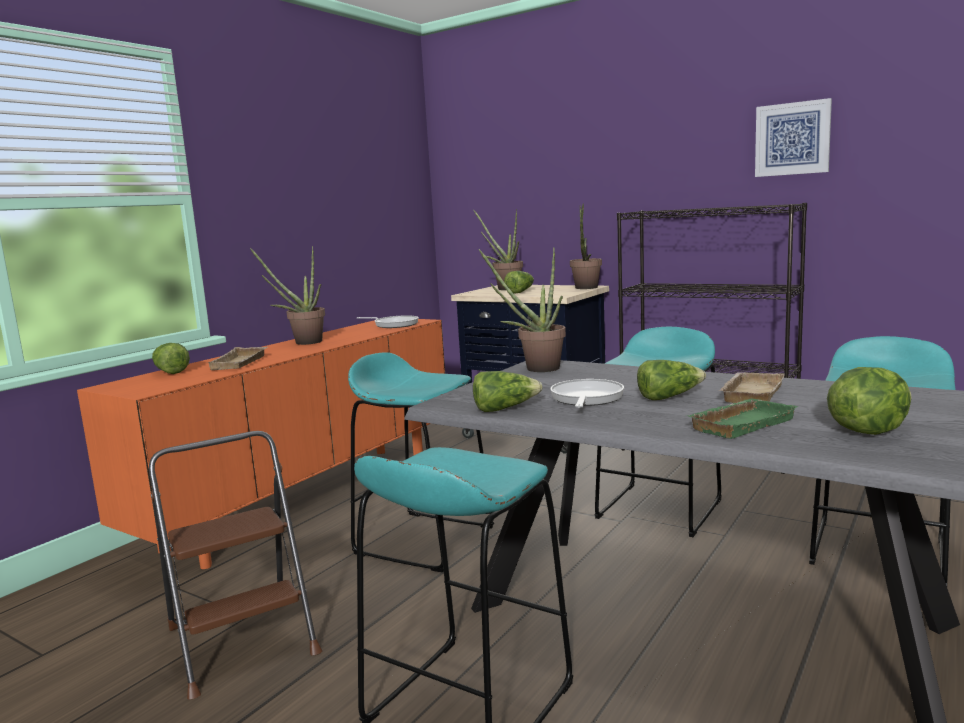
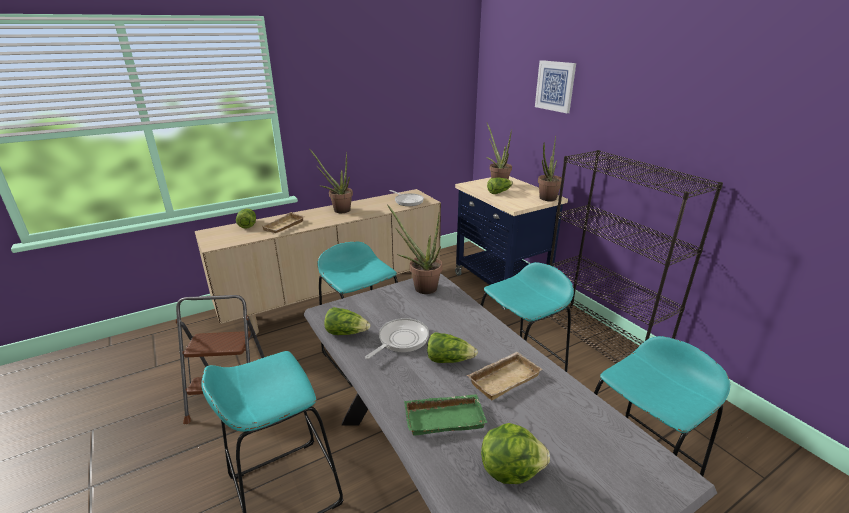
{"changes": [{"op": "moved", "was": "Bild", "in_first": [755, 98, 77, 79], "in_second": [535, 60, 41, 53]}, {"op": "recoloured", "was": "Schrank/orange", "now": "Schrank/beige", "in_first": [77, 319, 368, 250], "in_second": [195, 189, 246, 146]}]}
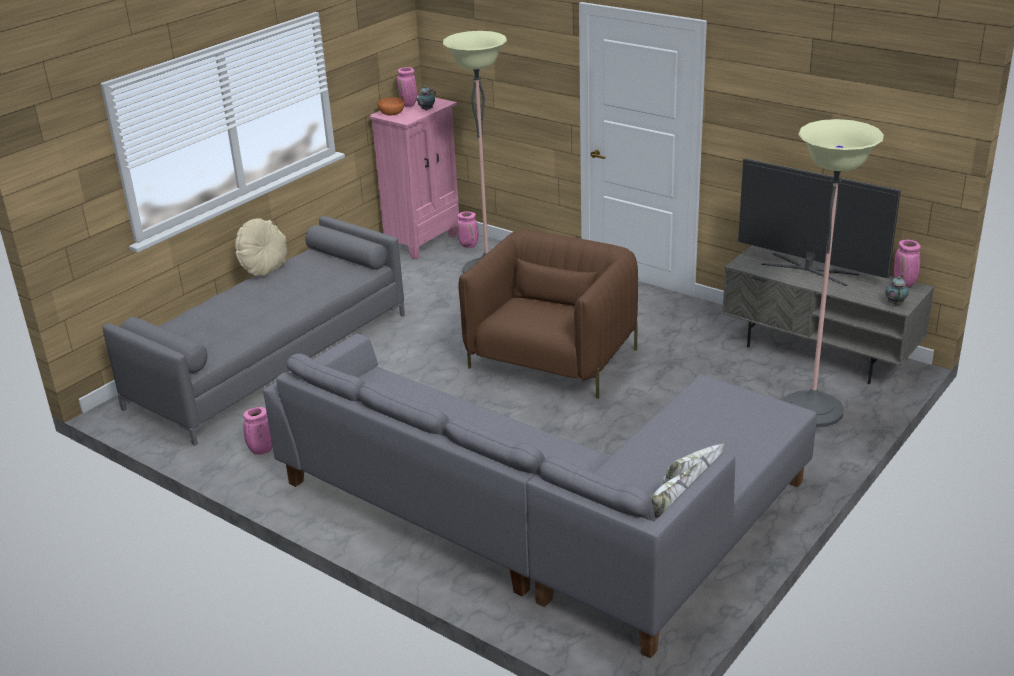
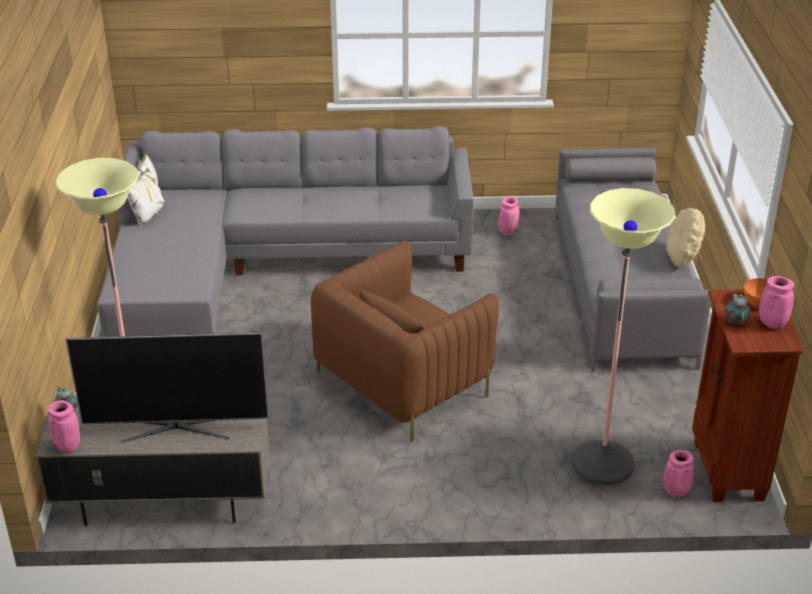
{"changes": [{"op": "recoloured", "was": "Schrank/rosa", "now": "Schrank/braun", "in_first": [370, 95, 89, 164], "in_second": [692, 289, 112, 213]}, {"op": "turned", "was": "Sessel/braun", "in_first": [458, 229, 180, 170], "in_second": [311, 241, 188, 201], "clockwise": 60}]}
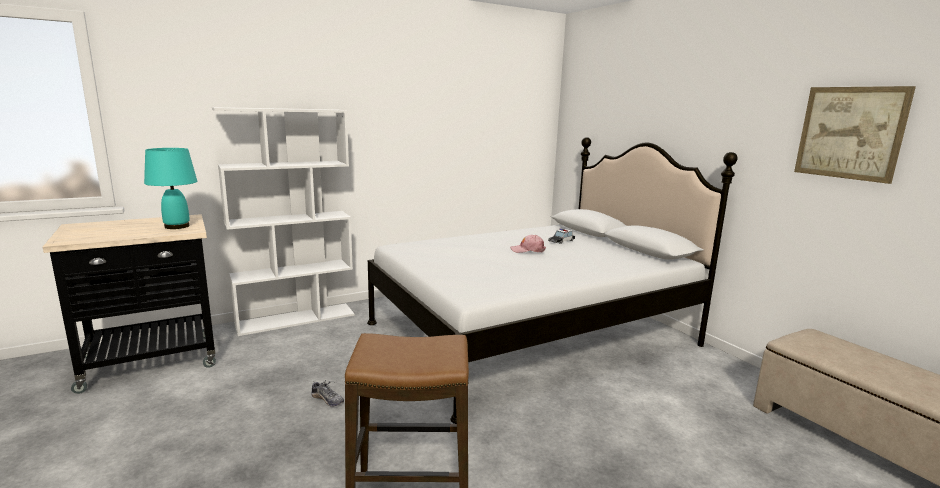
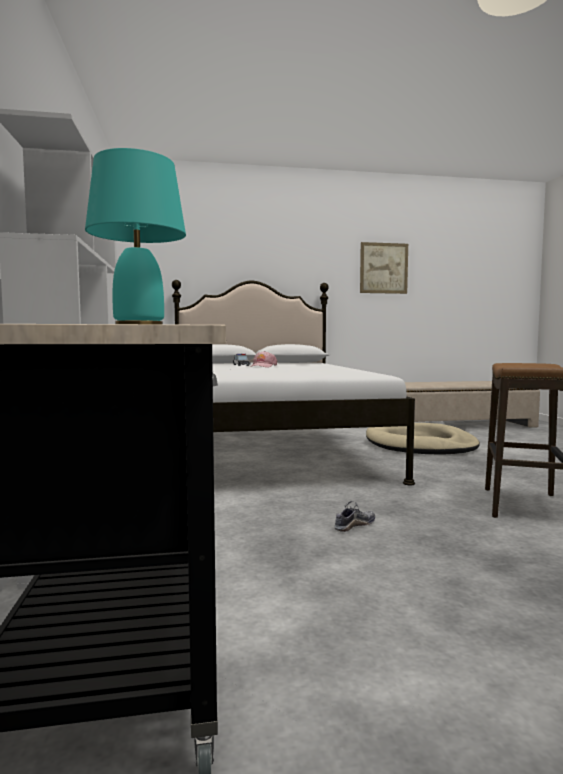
{"changes": [{"op": "added", "now": "Hundebett/beige", "in_second": [366, 423, 114, 32]}]}
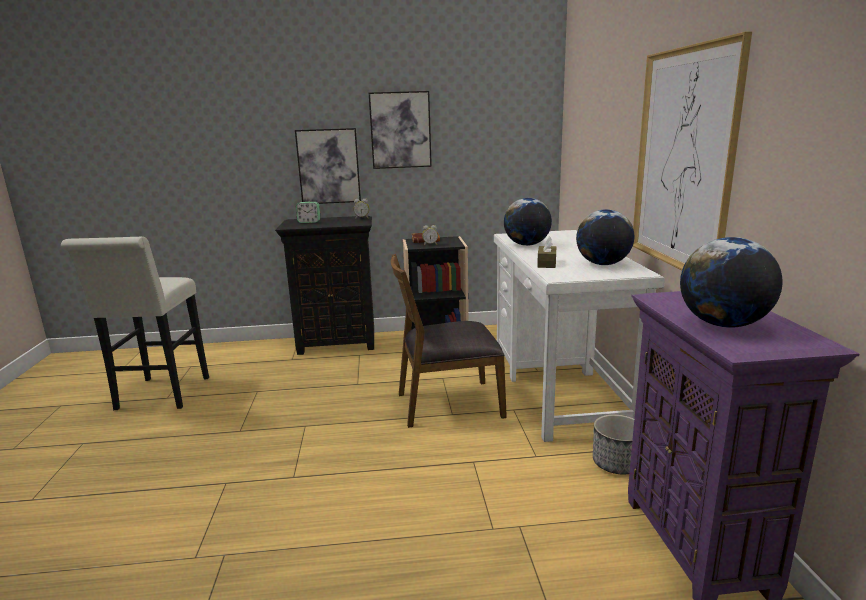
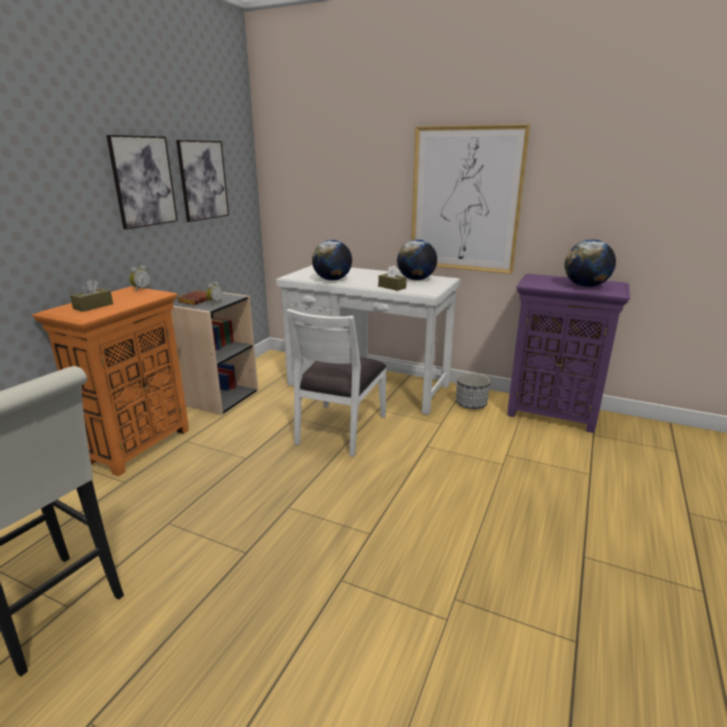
{"changes": [{"op": "moved", "was": "Bild", "in_first": [295, 128, 66, 76], "in_second": [176, 140, 53, 82]}, {"op": "replaced", "was": "Wecker", "now": "Taschentuchbox/braun", "in_first": [296, 202, 24, 21], "in_second": [70, 279, 43, 33]}, {"op": "recoloured", "was": "Schrank/schwarz", "now": "Schrank/orange", "in_first": [275, 216, 99, 139], "in_second": [32, 286, 156, 190]}, {"op": "recoloured", "was": "Stuhl/braun", "now": "Stuhl/weiß", "in_first": [391, 254, 116, 174], "in_second": [287, 309, 100, 148]}]}
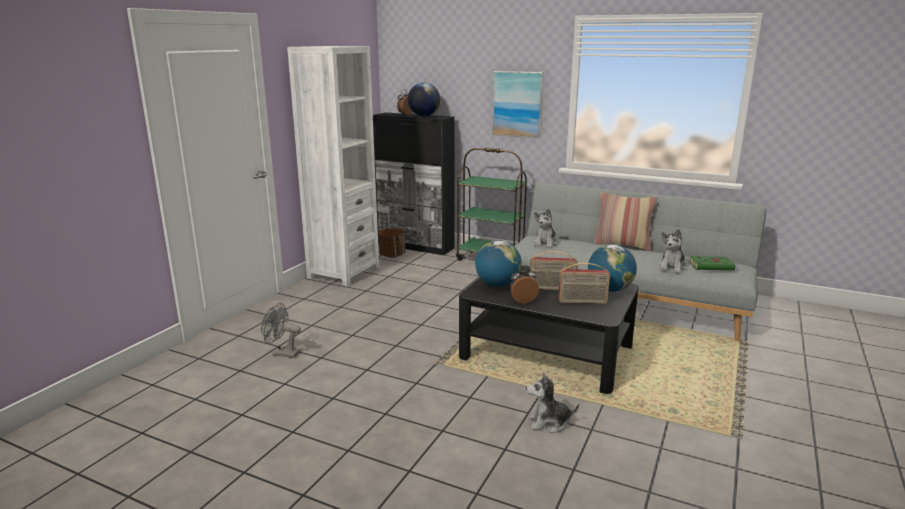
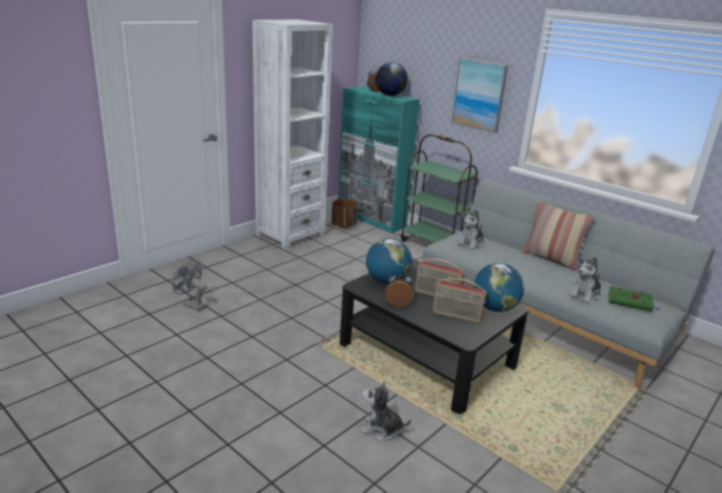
{"changes": [{"op": "recoloured", "was": "Schrank/schwarz", "now": "Schrank/türkis", "in_first": [373, 112, 82, 143], "in_second": [338, 86, 82, 147]}]}
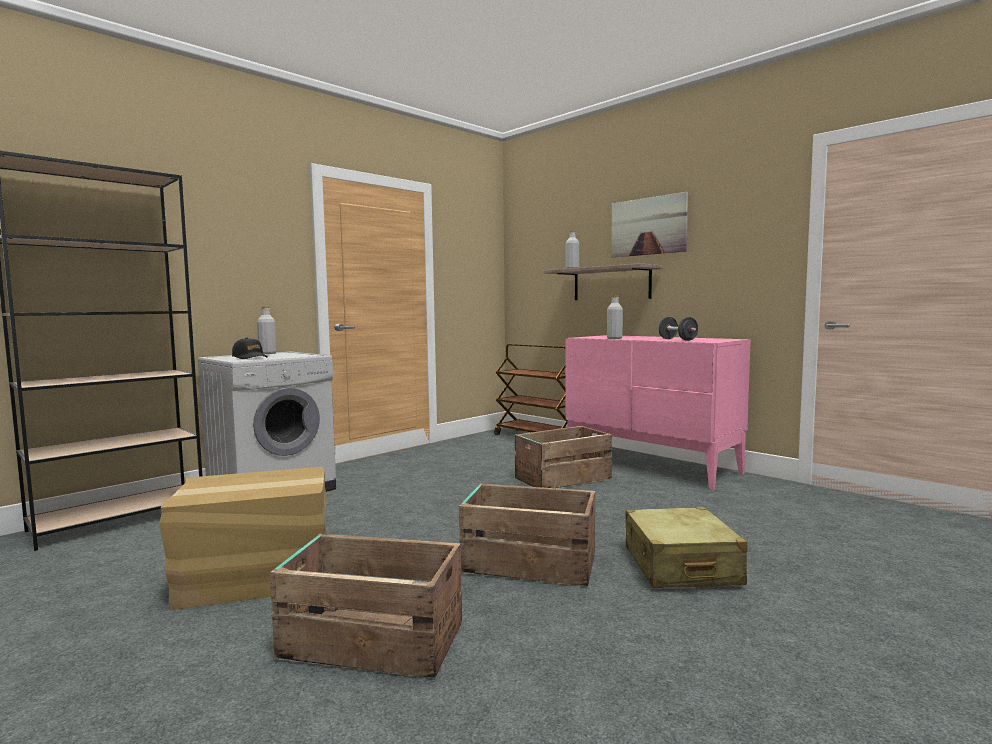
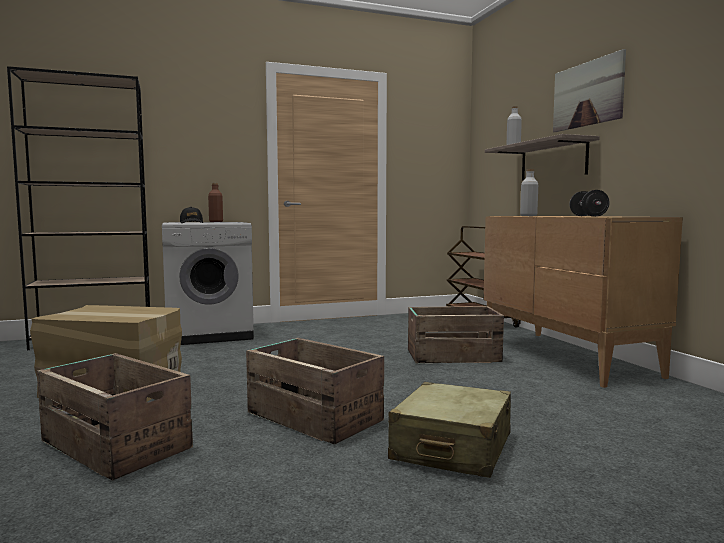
{"changes": [{"op": "recoloured", "was": "Flasche/grau", "now": "Flasche/braun", "in_first": [257, 307, 20, 47], "in_second": [208, 183, 15, 39]}, {"op": "recoloured", "was": "Schrank/rosa", "now": "Schrank/braun", "in_first": [566, 335, 185, 155], "in_second": [484, 216, 199, 172]}]}
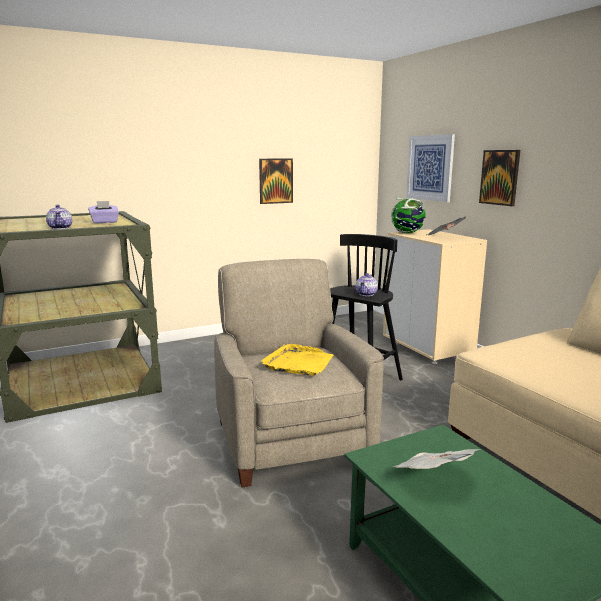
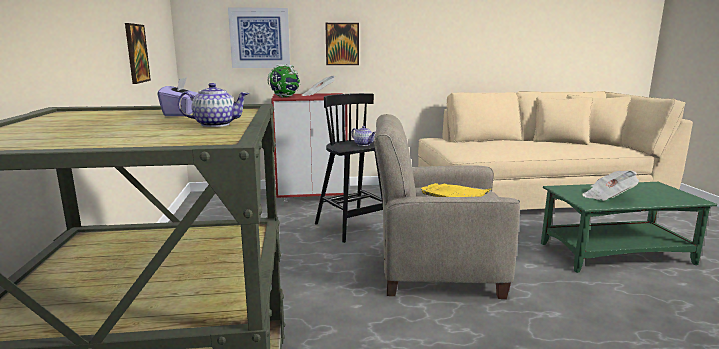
{"changes": [{"op": "recoloured", "was": "Schrank/beige", "now": "Schrank/rot", "in_first": [383, 229, 104, 135], "in_second": [271, 93, 77, 109]}]}
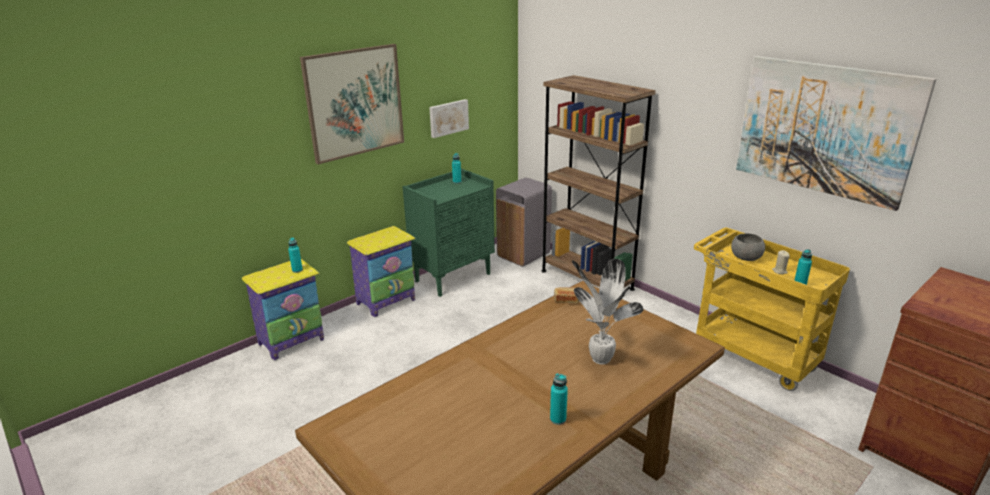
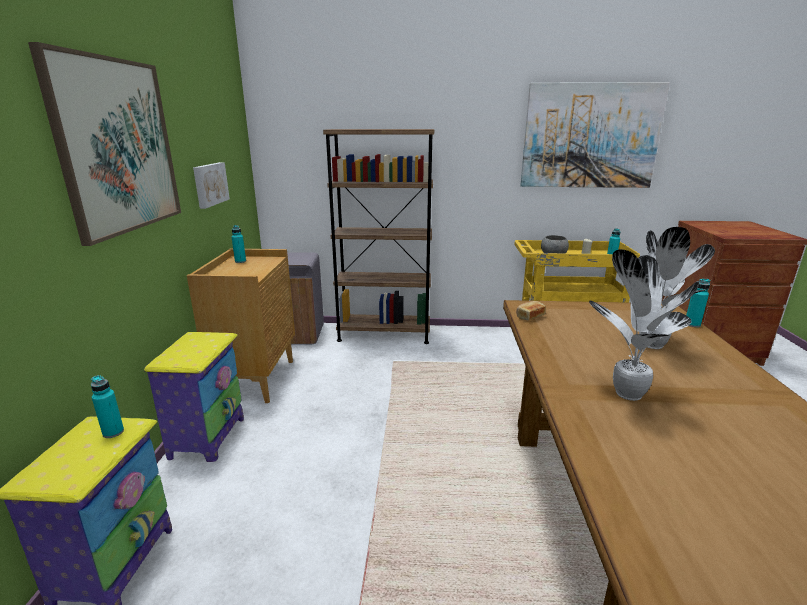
{"changes": [{"op": "added", "now": "Topfpflanze", "in_second": [589, 249, 110, 152]}, {"op": "moved", "was": "Flasche/türkis", "in_first": [550, 373, 18, 52], "in_second": [686, 279, 24, 48]}, {"op": "recoloured", "was": "Schrank/grün", "now": "Schrank/braun", "in_first": [403, 168, 92, 129], "in_second": [187, 248, 108, 155]}]}
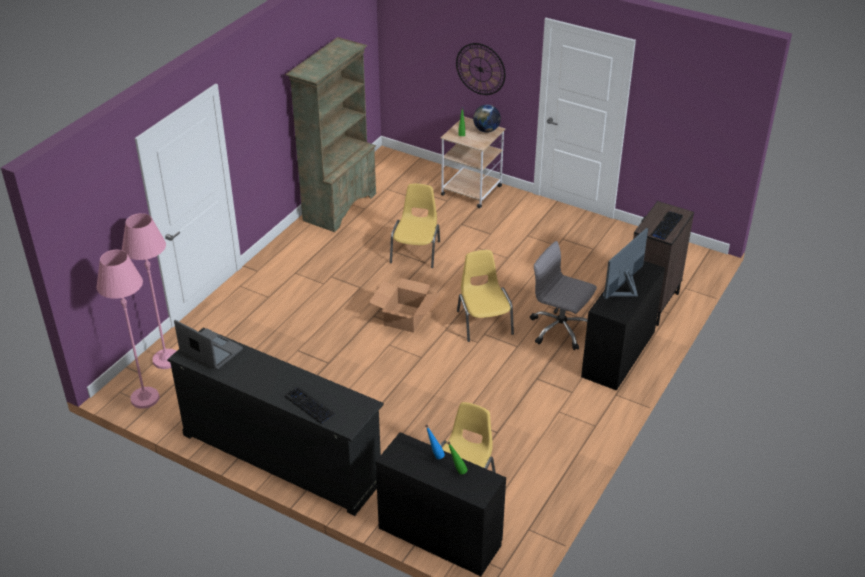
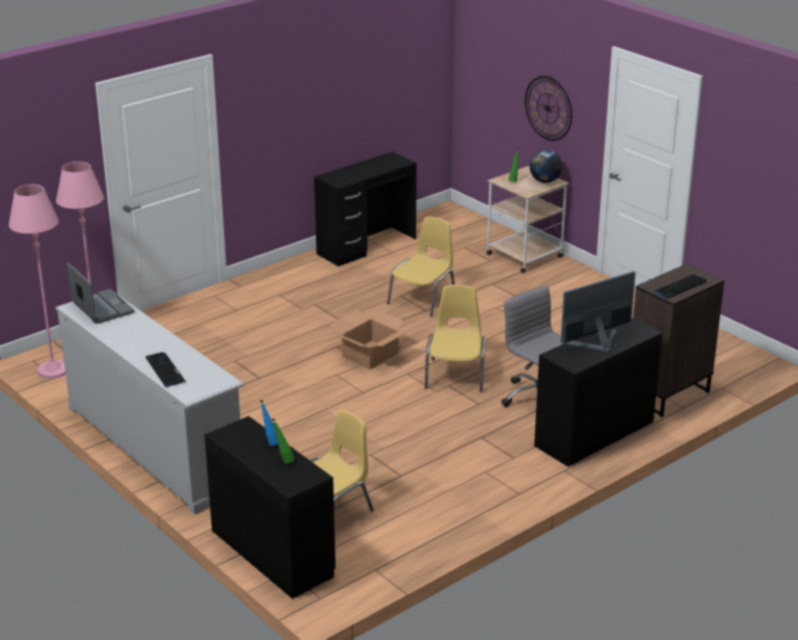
{"changes": [{"op": "replaced", "was": "Bücherregal/grün", "now": "Schreibtisch/schwarz", "in_first": [285, 37, 91, 195], "in_second": [314, 152, 103, 115]}, {"op": "recoloured", "was": "Schrank/schwarz", "now": "Schrank/weiß", "in_first": [167, 328, 217, 188], "in_second": [55, 294, 189, 221]}]}
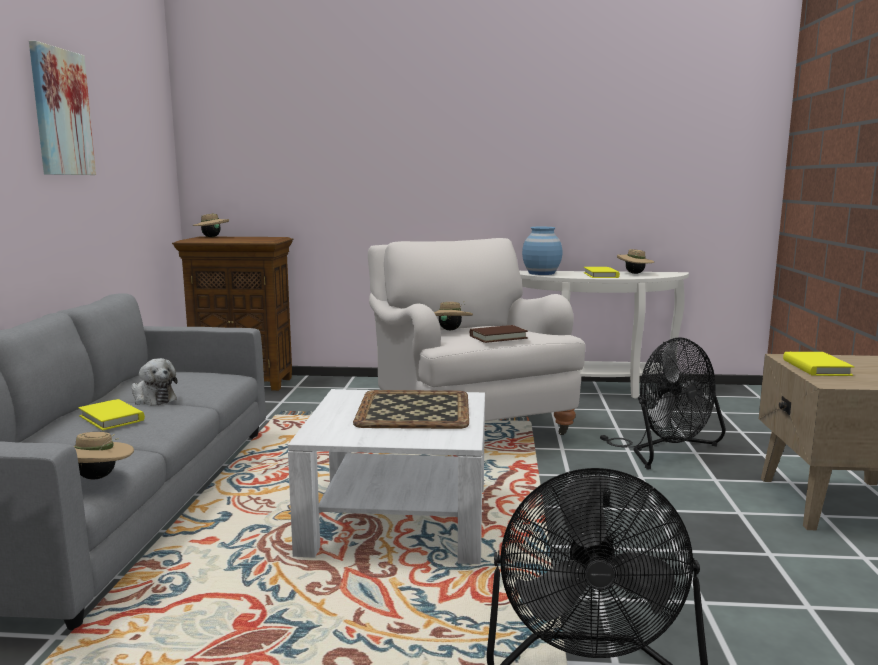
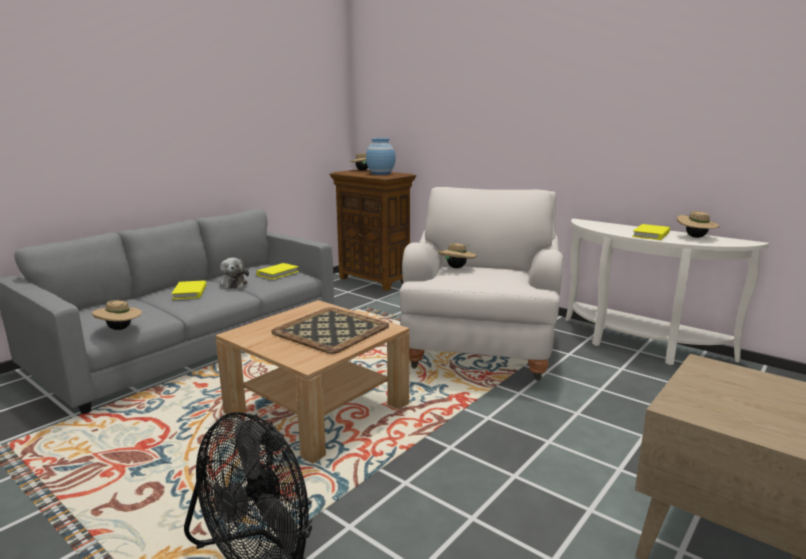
{"changes": [{"op": "removed", "was": "Bild", "in_first": [29, 41, 67, 134]}, {"op": "removed", "was": "Buch/braun", "in_first": [470, 325, 58, 18]}, {"op": "removed", "was": "Ventilator/schwarz", "in_first": [600, 338, 126, 131]}, {"op": "moved", "was": "Vase/blau", "in_first": [522, 227, 40, 48], "in_second": [366, 138, 30, 37]}, {"op": "moved", "was": "Buch/gelb", "in_first": [783, 352, 71, 24], "in_second": [256, 263, 43, 17]}, {"op": "recoloured", "was": "Couchtisch/weiß", "now": "Couchtisch/braun", "in_first": [288, 389, 197, 175], "in_second": [215, 300, 194, 164]}]}
